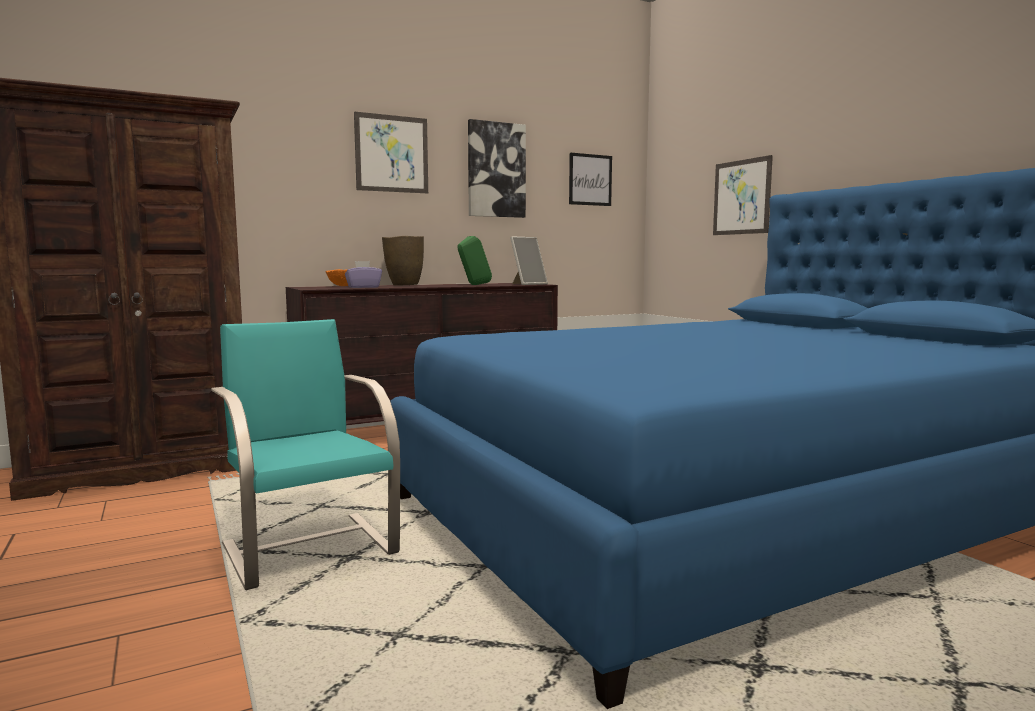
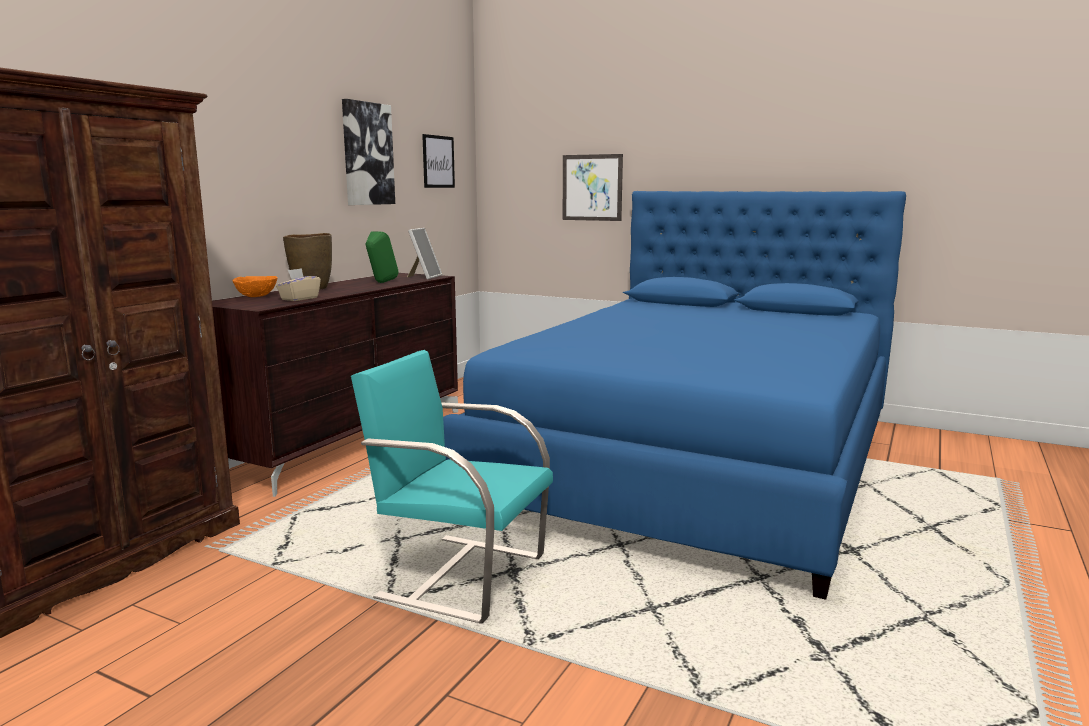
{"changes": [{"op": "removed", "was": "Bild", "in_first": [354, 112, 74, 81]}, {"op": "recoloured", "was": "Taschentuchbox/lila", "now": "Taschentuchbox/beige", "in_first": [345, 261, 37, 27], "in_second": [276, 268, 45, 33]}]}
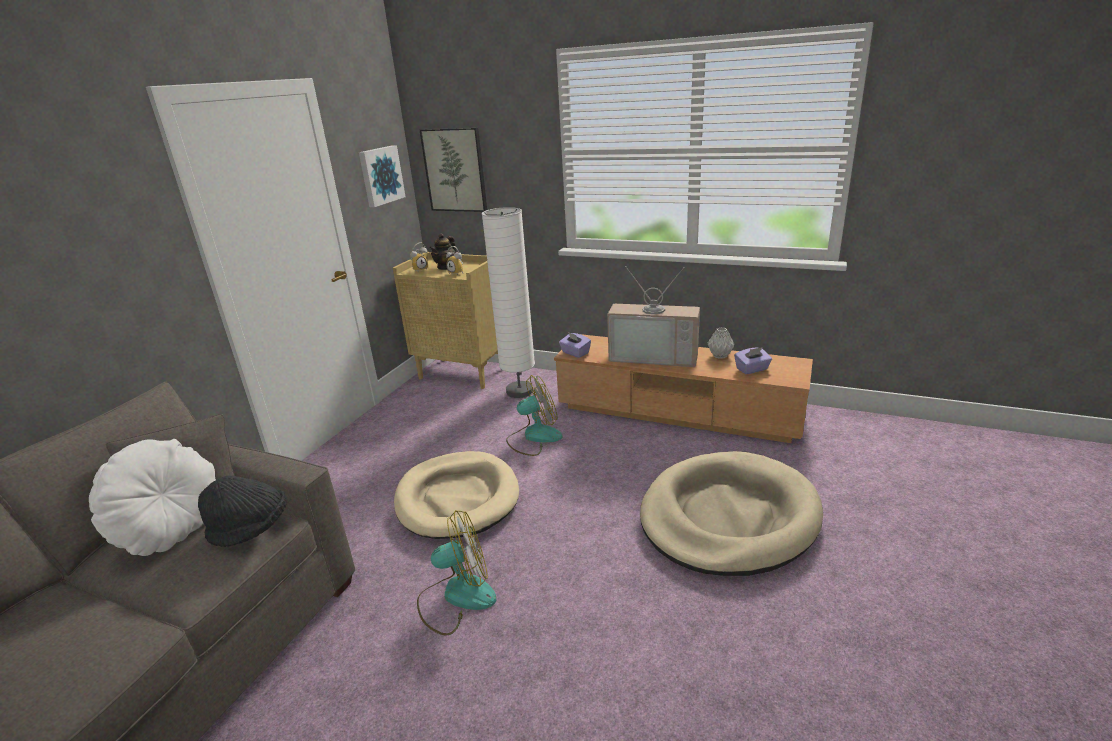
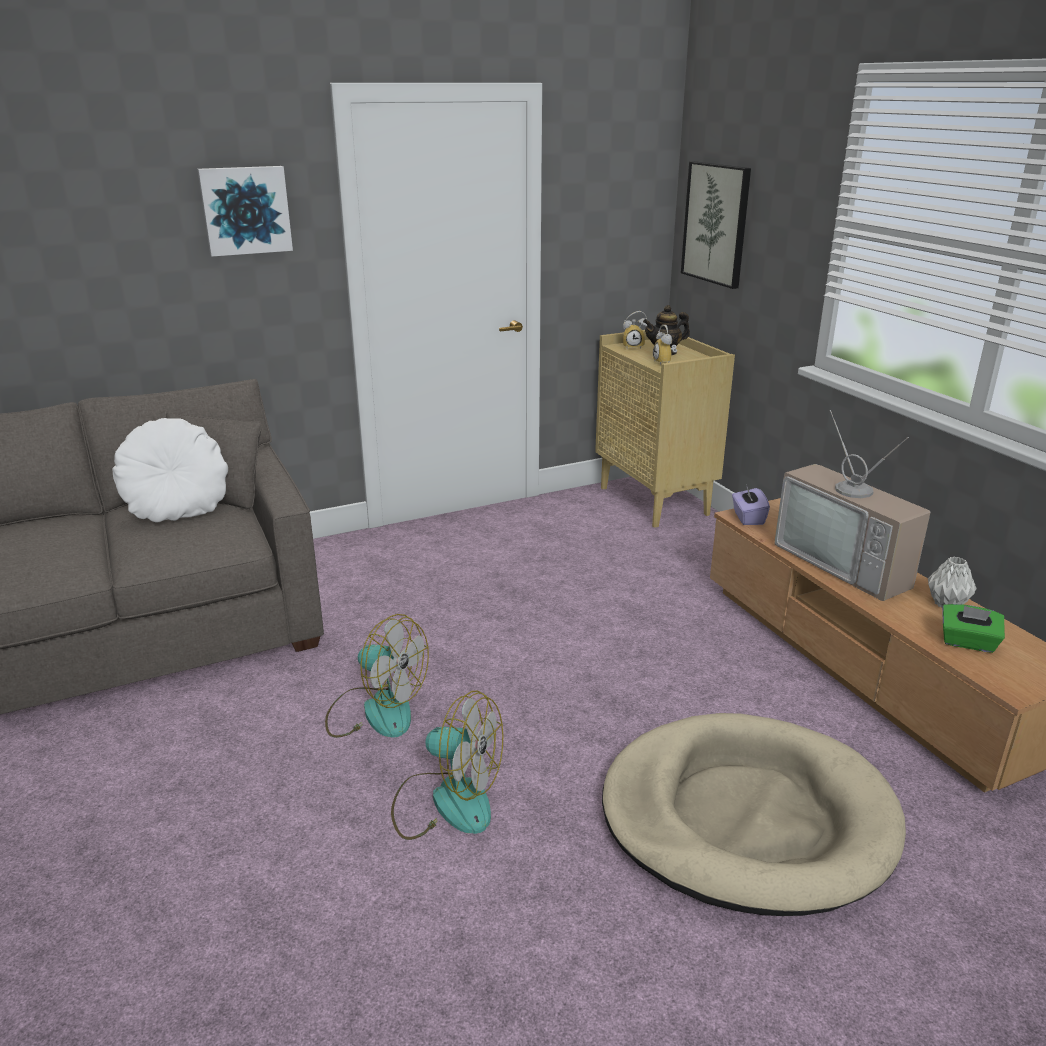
{"changes": [{"op": "removed", "was": "Hut/schwarz", "in_first": [198, 476, 90, 71]}, {"op": "removed", "was": "Hundebett/beige", "in_first": [394, 451, 125, 88]}, {"op": "removed", "was": "Stehlampe/weiß", "in_first": [482, 207, 53, 191]}, {"op": "moved", "was": "Bild", "in_first": [359, 145, 46, 62], "in_second": [197, 166, 96, 91]}, {"op": "moved", "was": "Ventilator", "in_first": [506, 375, 57, 81], "in_second": [391, 690, 112, 150]}, {"op": "recoloured", "was": "Taschentuchbox/lila", "now": "Taschentuchbox/grün", "in_first": [734, 347, 38, 27], "in_second": [942, 604, 63, 49]}]}
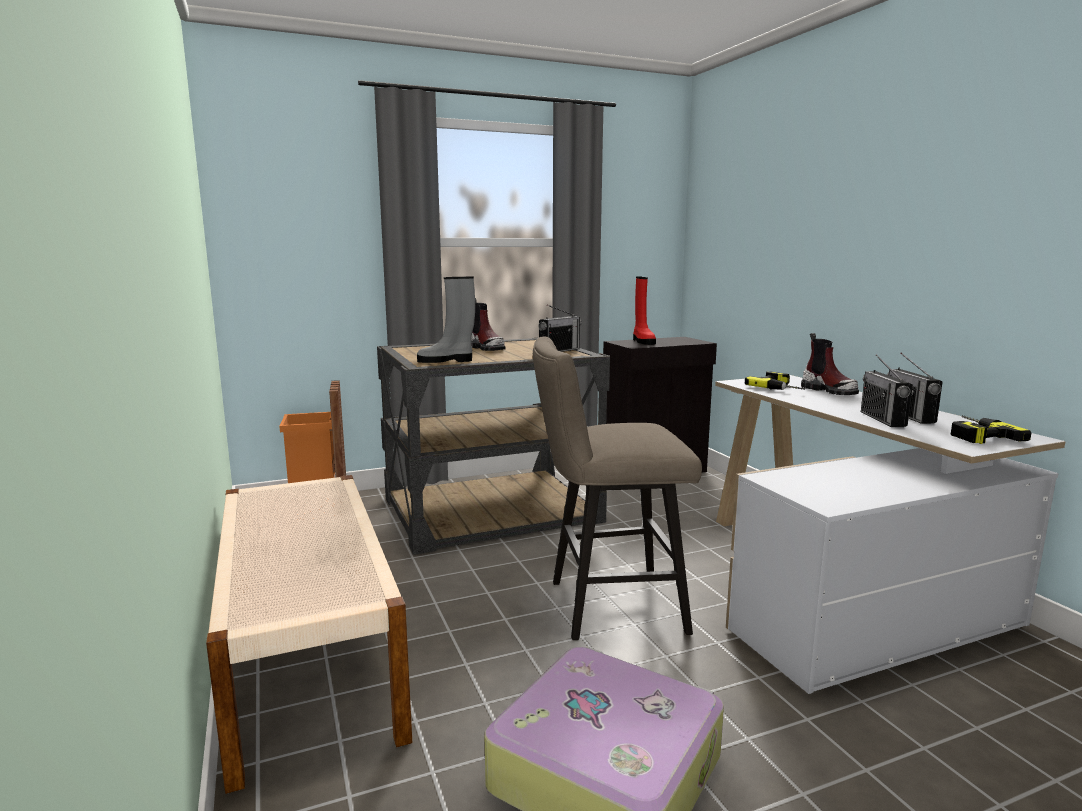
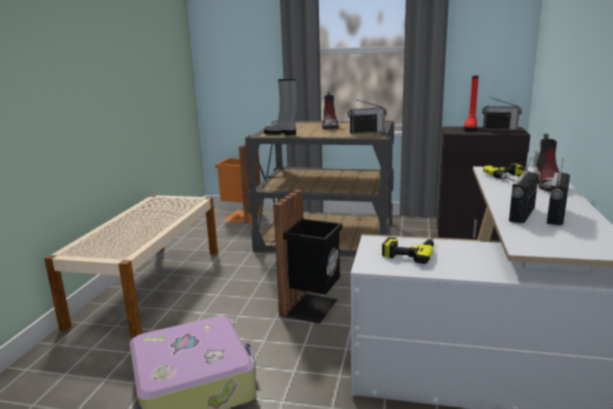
{"changes": [{"op": "added", "now": "Radio", "in_second": [482, 97, 40, 33]}, {"op": "moved", "was": "Bohrmaschine", "in_first": [951, 415, 80, 29], "in_second": [382, 234, 53, 30]}, {"op": "replaced", "was": "Hocker/beige", "now": "Mülleimer/schwarz", "in_first": [533, 336, 169, 304], "in_second": [273, 190, 70, 134]}]}
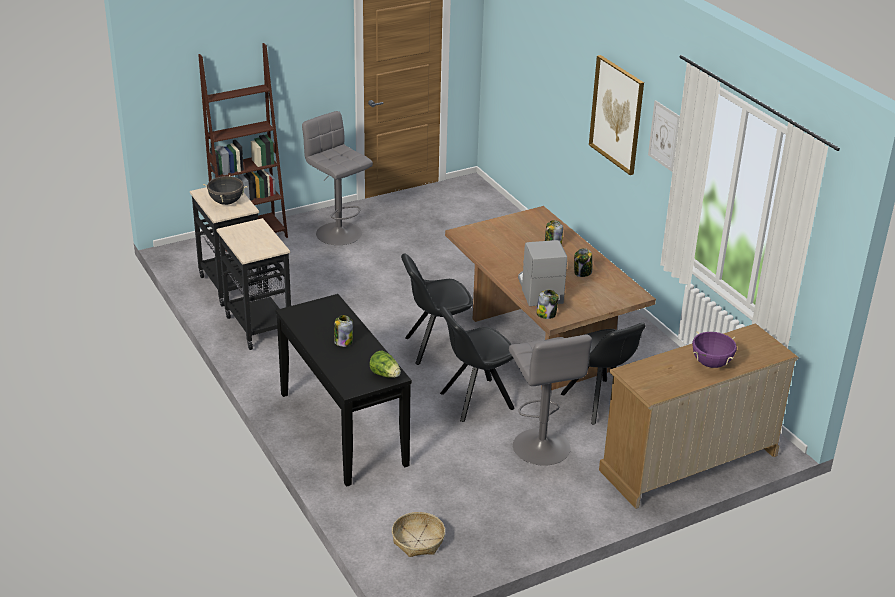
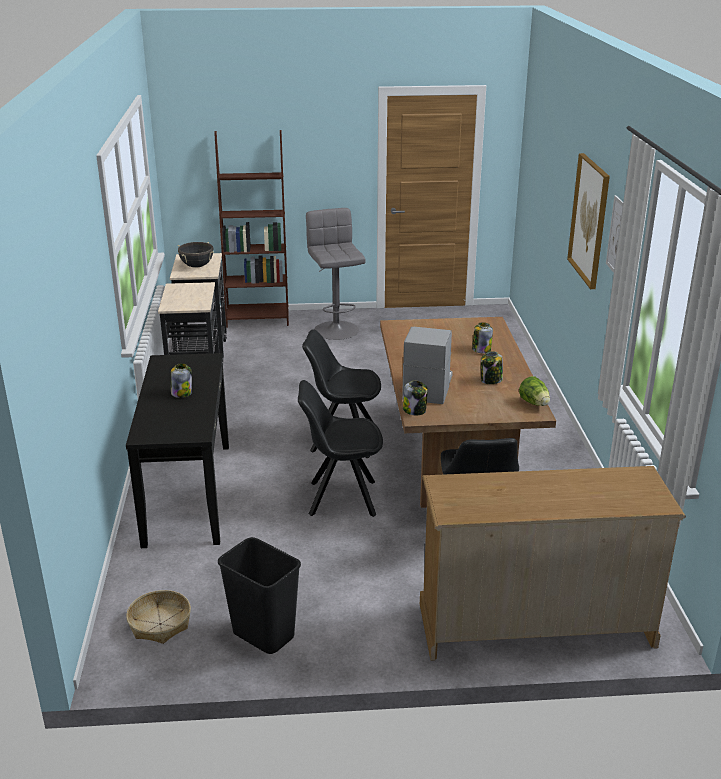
{"changes": [{"op": "removed", "was": "Hocker/grau", "in_first": [509, 335, 83, 131]}, {"op": "removed", "was": "Kochtopf/lila", "in_first": [692, 331, 45, 37]}, {"op": "added", "now": "Mülleimer/schwarz", "in_second": [218, 537, 83, 117]}, {"op": "moved", "was": "Salatkopf", "in_first": [369, 350, 32, 28], "in_second": [519, 376, 31, 30]}]}
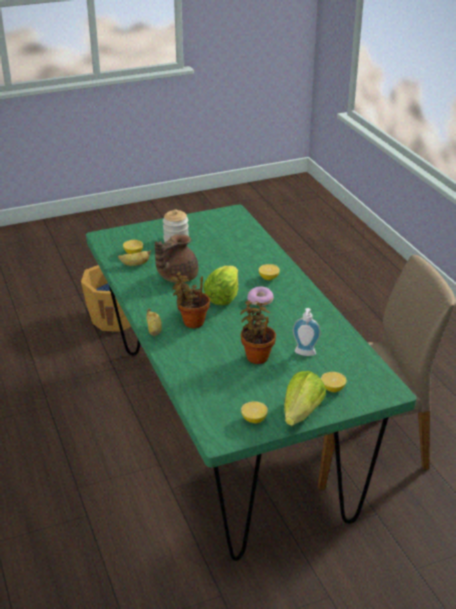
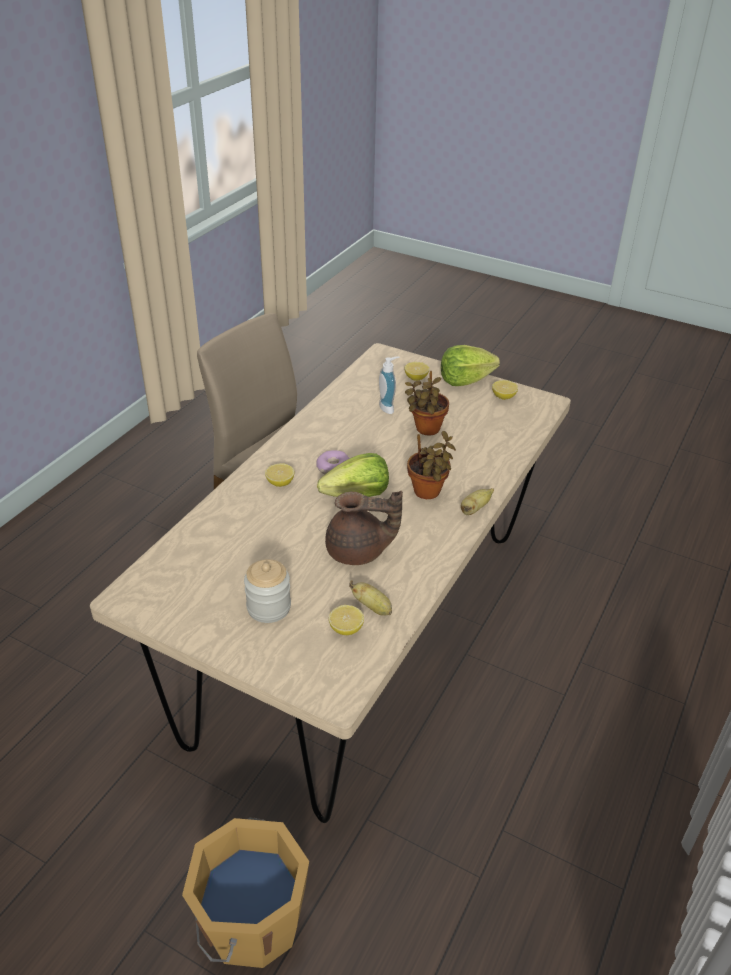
{"changes": [{"op": "recoloured", "was": "Esstisch/grün", "now": "Esstisch/beige", "in_first": [86, 204, 330, 357], "in_second": [90, 343, 481, 480]}]}
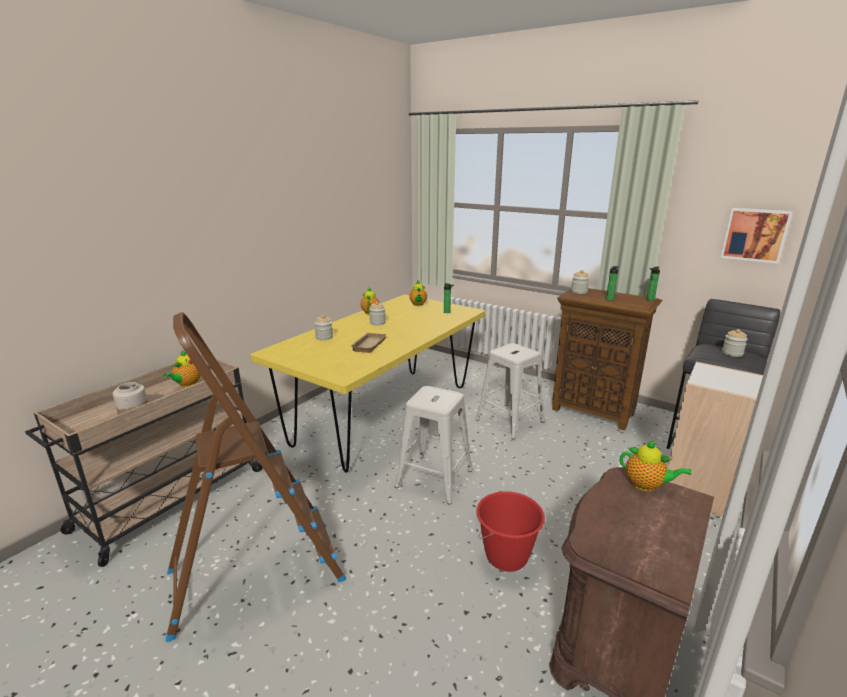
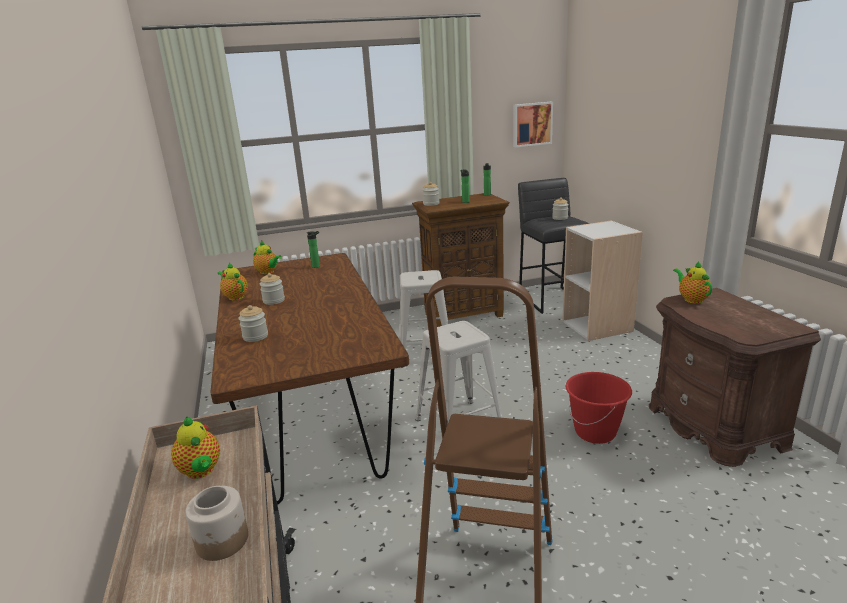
{"changes": [{"op": "removed", "was": "Tablett/beige", "in_first": [351, 333, 35, 20]}, {"op": "recoloured", "was": "Esstisch/gelb", "now": "Esstisch/braun", "in_first": [250, 295, 235, 178], "in_second": [211, 253, 198, 252]}, {"op": "turned", "was": "Teekanne", "in_first": [620, 440, 72, 52], "in_second": [673, 261, 39, 43], "clockwise": -90}]}
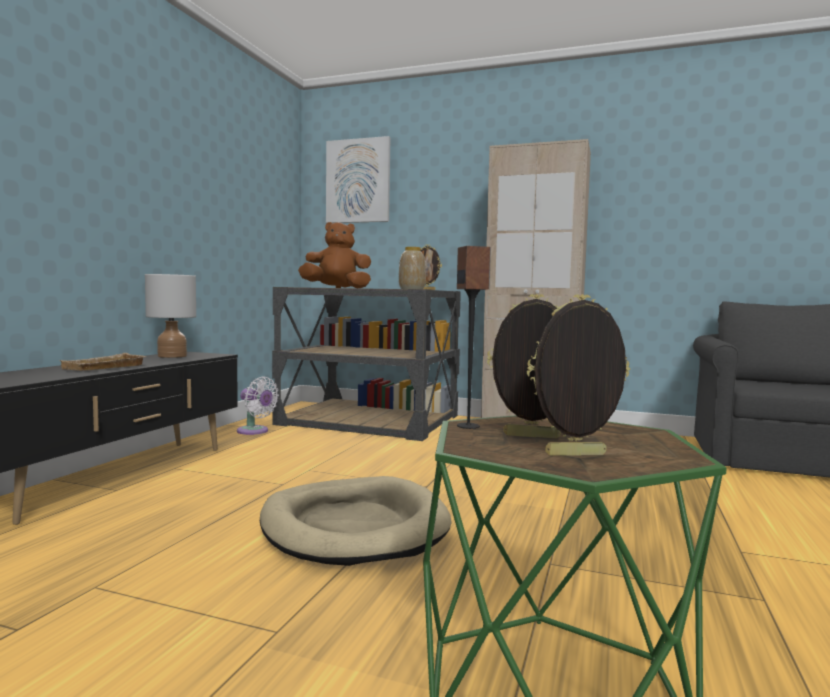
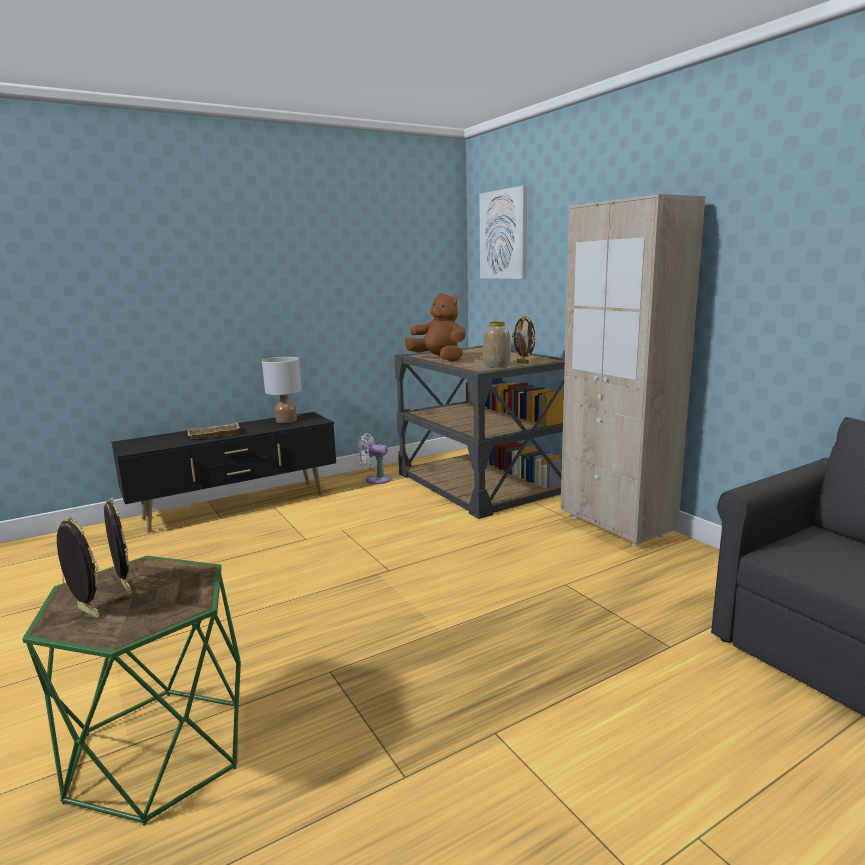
{"changes": [{"op": "removed", "was": "Hundebett/beige", "in_first": [260, 476, 192, 90]}, {"op": "removed", "was": "Lautsprecher", "in_first": [457, 246, 34, 183]}, {"op": "turned", "was": "Ventilator/weiß", "in_first": [237, 376, 42, 59], "in_second": [357, 433, 35, 51], "clockwise": 120}]}
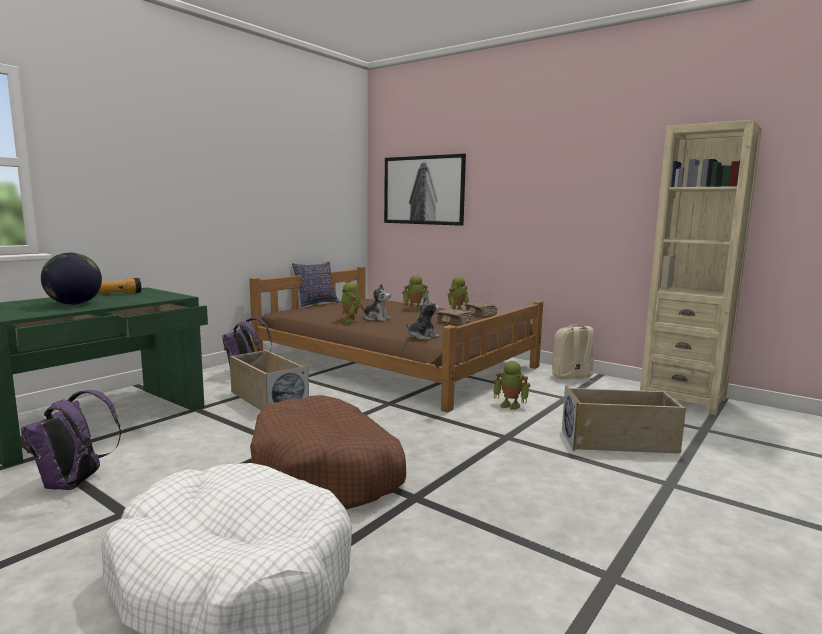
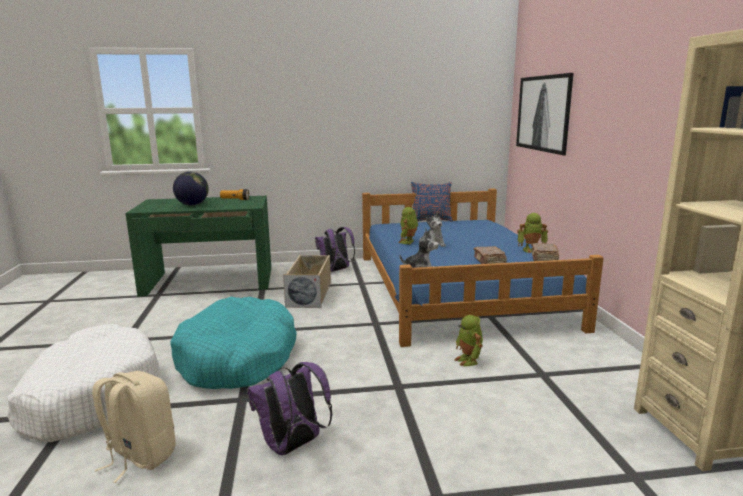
{"changes": [{"op": "removed", "was": "Spielzeugroboter", "in_first": [402, 275, 27, 36]}, {"op": "removed", "was": "Aufbewahrungsbox/beige", "in_first": [562, 386, 124, 68]}, {"op": "moved", "was": "Rucksack/lila", "in_first": [21, 390, 100, 100], "in_second": [247, 362, 85, 93]}, {"op": "moved", "was": "Rucksack/beige", "in_first": [552, 324, 42, 59], "in_second": [92, 371, 84, 112]}, {"op": "recoloured", "was": "Bett/braun", "now": "Bett/blau", "in_first": [249, 266, 294, 147], "in_second": [362, 188, 242, 159]}, {"op": "recoloured", "was": "Hundebett/braun", "now": "Hundebett/türkis", "in_first": [250, 395, 156, 114], "in_second": [170, 297, 127, 92]}]}
